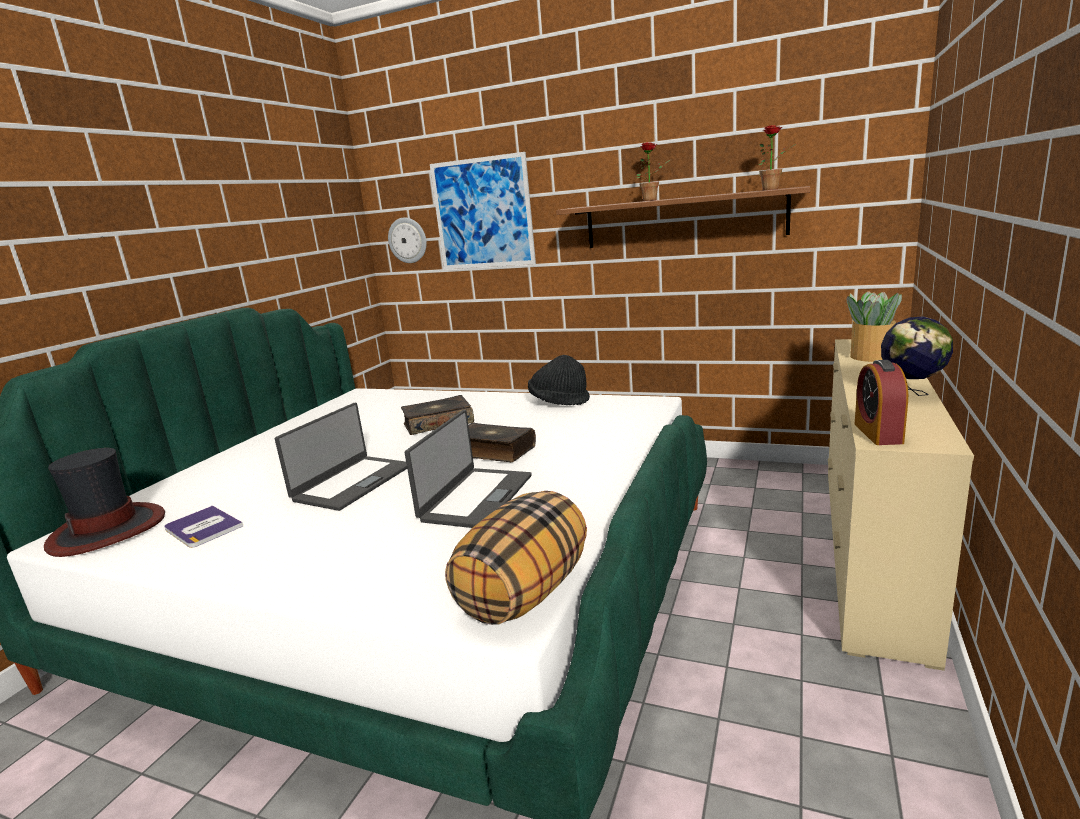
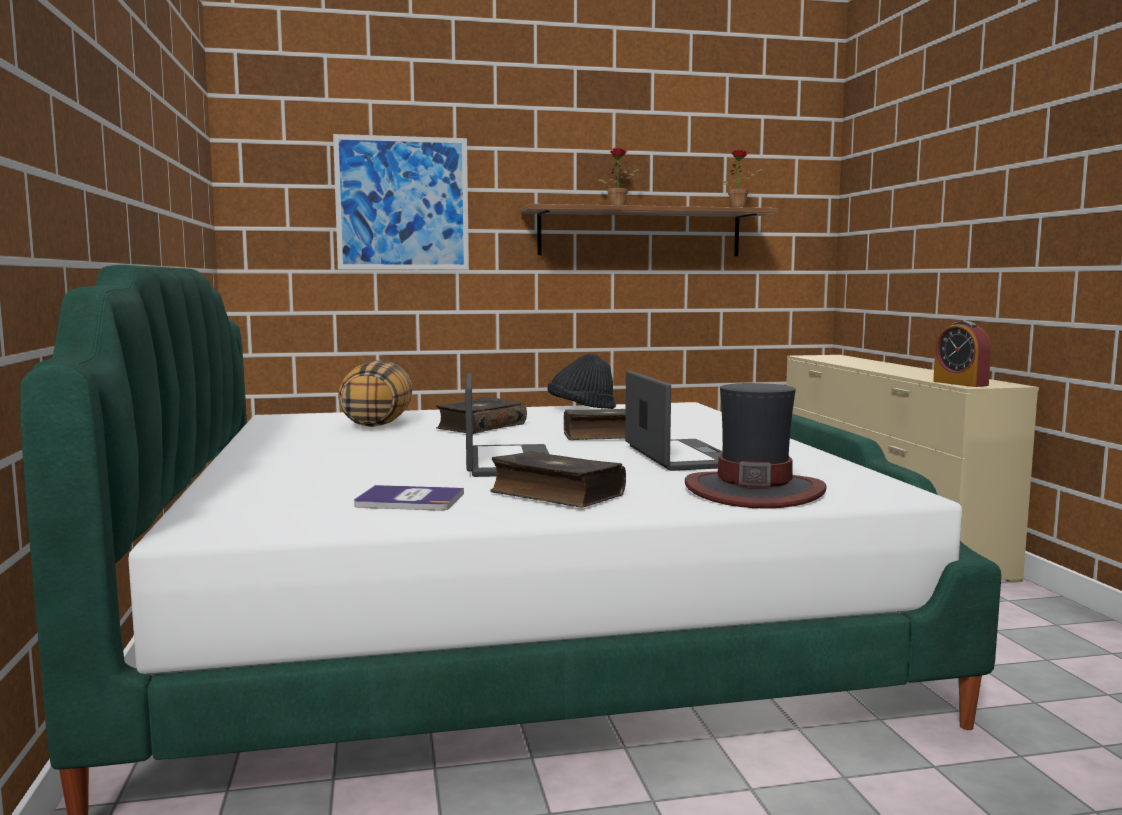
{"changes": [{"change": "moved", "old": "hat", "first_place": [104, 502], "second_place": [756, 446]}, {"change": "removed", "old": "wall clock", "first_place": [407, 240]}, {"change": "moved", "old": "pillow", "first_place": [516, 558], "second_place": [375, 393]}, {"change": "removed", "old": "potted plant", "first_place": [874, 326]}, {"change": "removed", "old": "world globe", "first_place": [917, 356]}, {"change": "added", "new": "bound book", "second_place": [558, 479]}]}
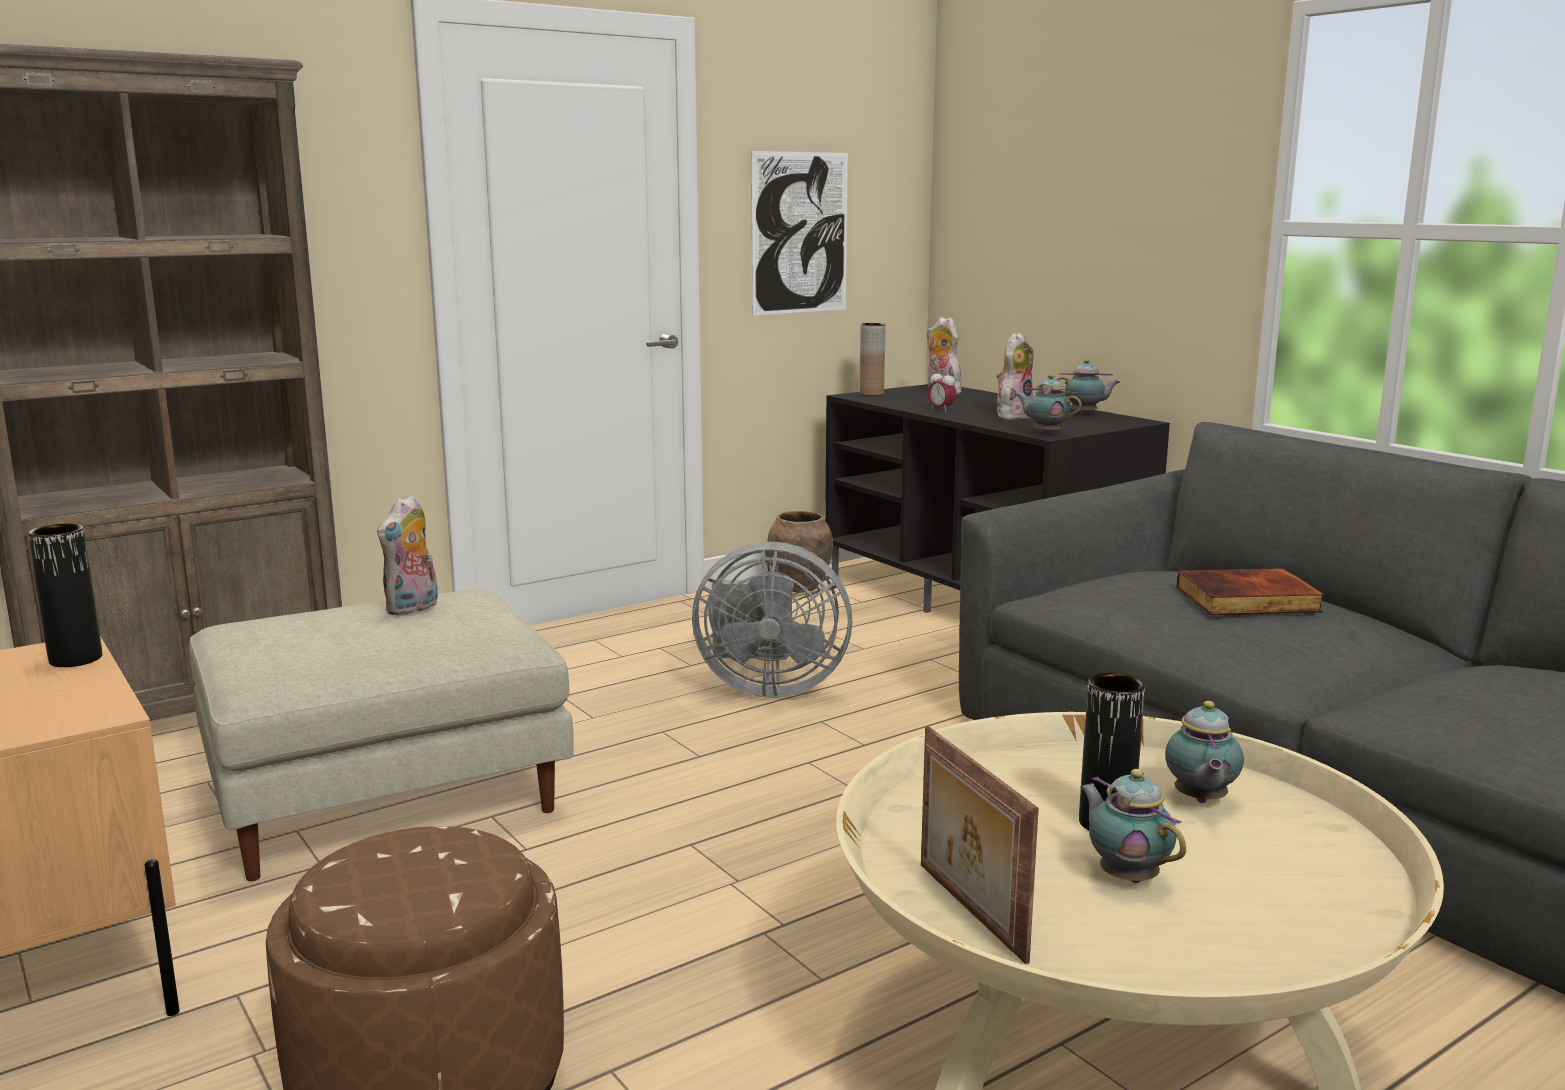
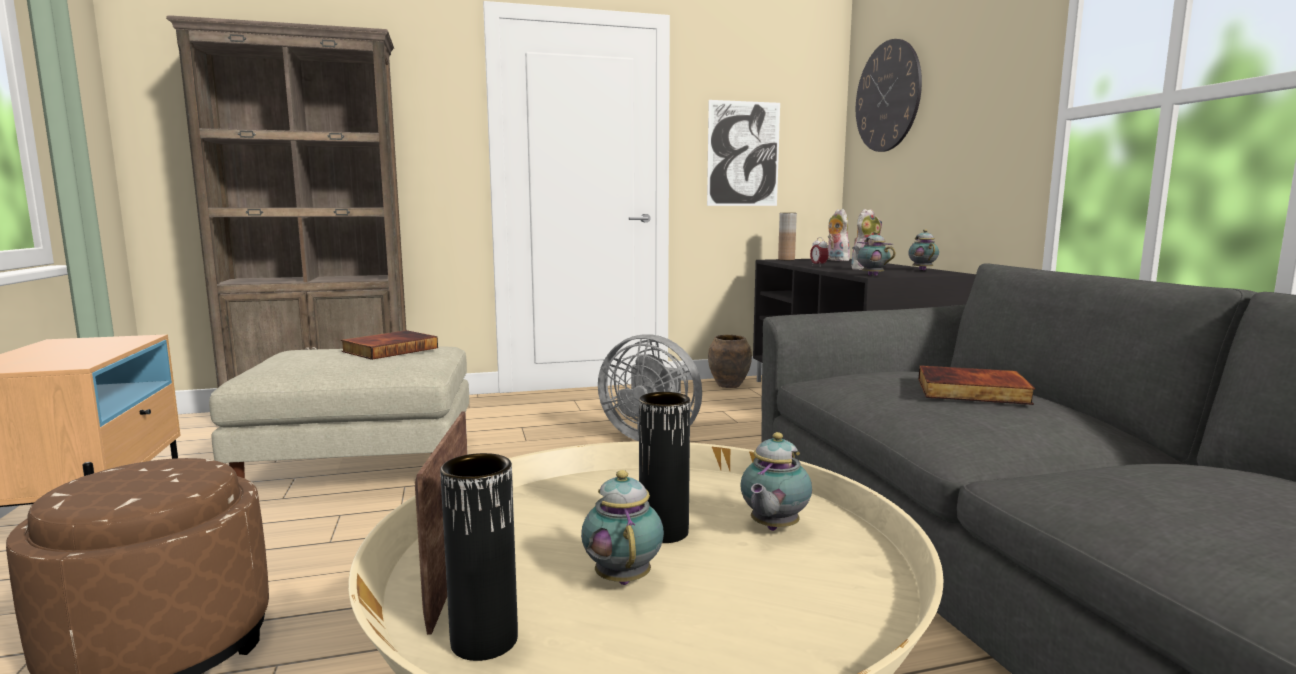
{"changes": [{"change": "moved", "old": "decorative vase in black", "first_place": [65, 595], "second_place": [479, 557]}, {"change": "replaced", "old": "cuddly toy", "new": "bound book", "first_place": [407, 555], "second_place": [389, 345]}, {"change": "turned", "old": "pot for tea", "first_place": [1088, 386], "second_place": [923, 250], "degrees": -120}, {"change": "added", "new": "wall clock", "second_place": [889, 95]}]}
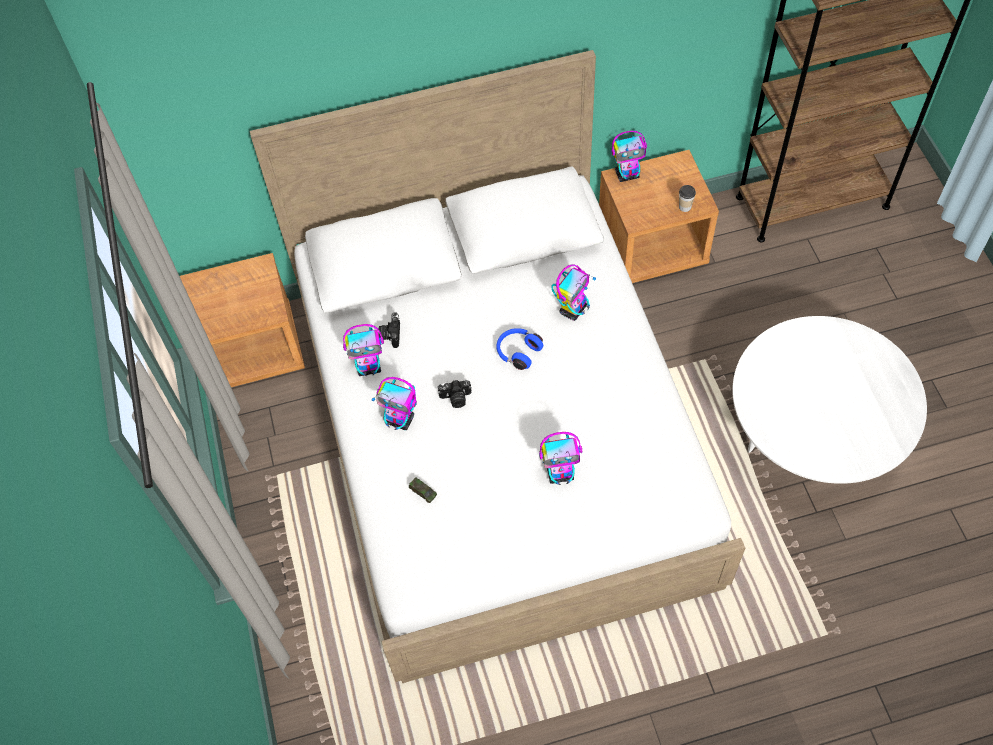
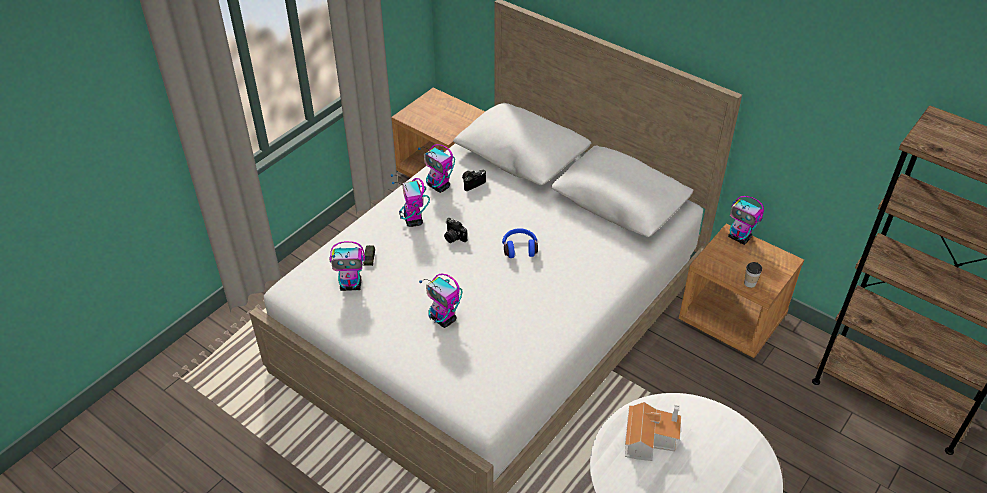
{"changes": [{"change": "moved", "old": "robot figure", "first_place": [573, 292], "second_place": [348, 266]}, {"change": "added", "new": "model house", "second_place": [653, 431]}]}
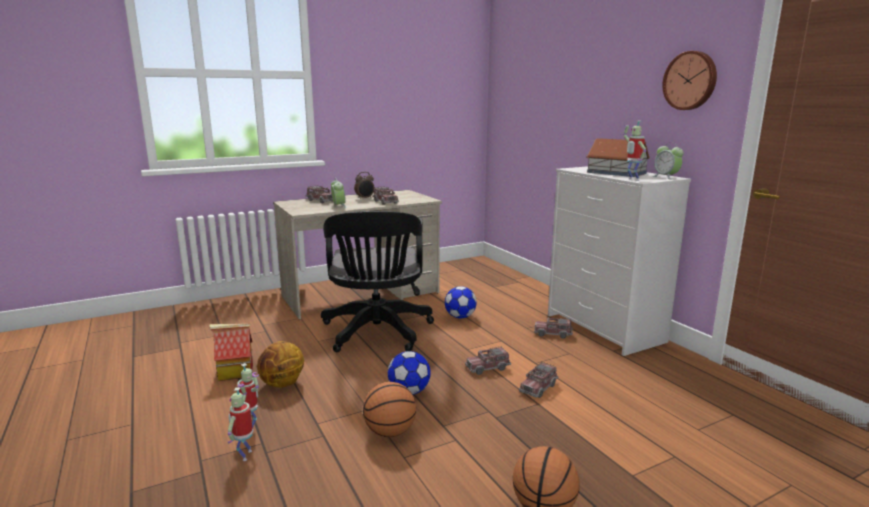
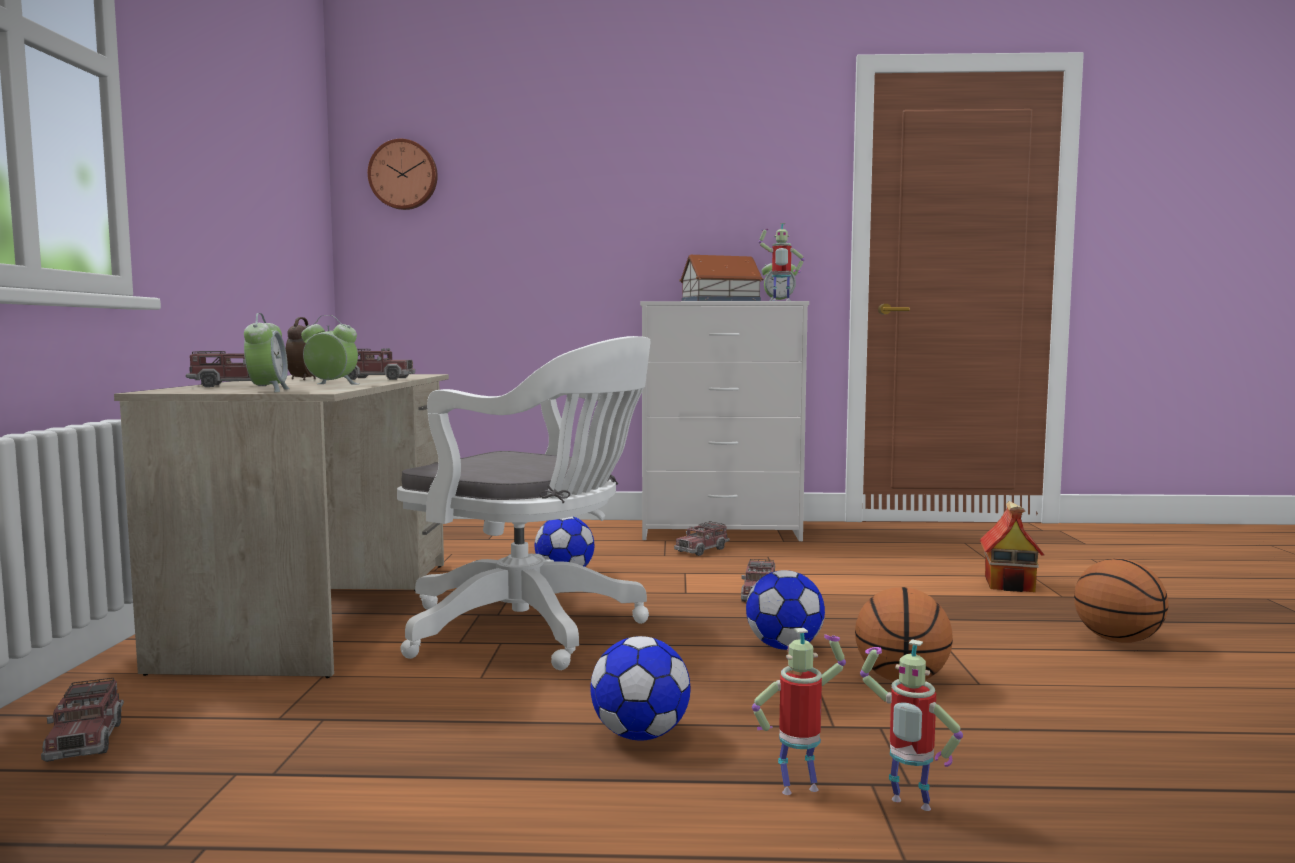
{"changes": [{"change": "moved", "old": "model house", "first_place": [231, 352], "second_place": [1012, 546]}, {"change": "replaced", "old": "basketball ball", "new": "football ball", "first_place": [280, 364], "second_place": [640, 688]}, {"change": "recoloured", "old": "desk chair in black", "new": "desk chair in whitish", "first_place": [377, 281], "second_place": [523, 503]}, {"change": "moved", "old": "model truck", "first_place": [538, 380], "second_place": [82, 720]}, {"change": "moved", "old": "wall clock", "first_place": [689, 80], "second_place": [403, 174]}, {"change": "added", "new": "table clock", "second_place": [267, 352]}]}
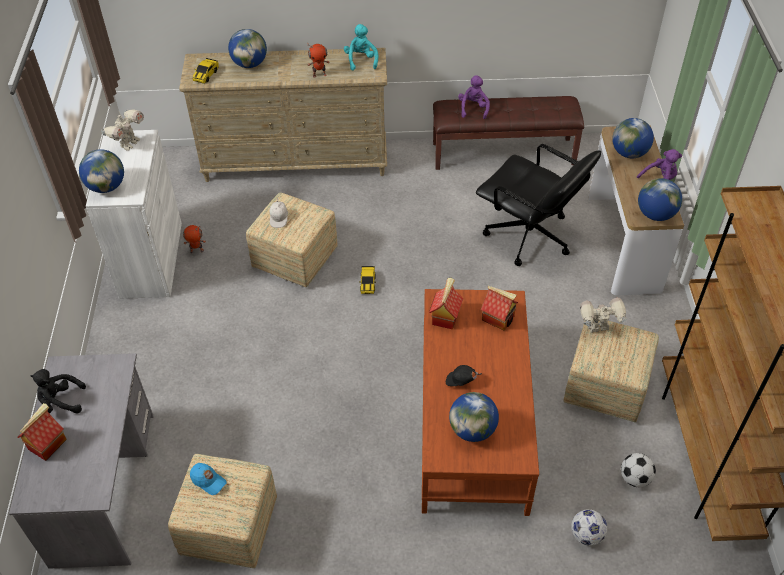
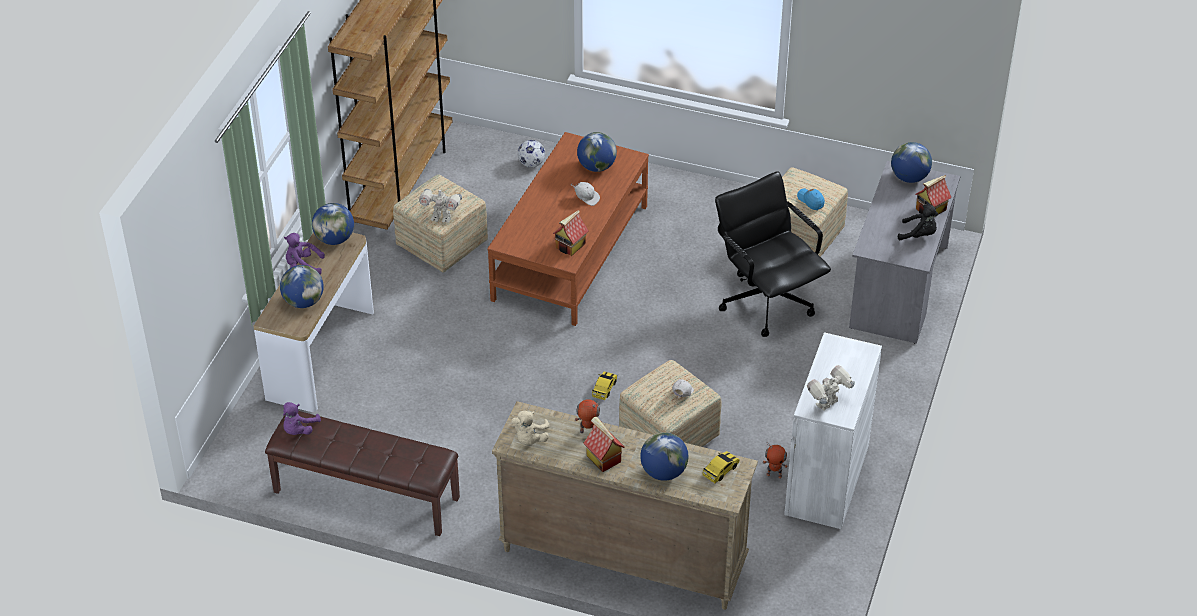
{"changes": [{"change": "moved", "old": "world globe", "first_place": [101, 171], "second_place": [911, 162]}, {"change": "recoloured", "old": "cuddly toy in blue-green", "new": "cuddly toy in beige", "first_place": [361, 47], "second_place": [530, 428]}, {"change": "recoloured", "old": "peaked cap in black", "new": "peaked cap in whitish", "first_place": [464, 375], "second_place": [585, 194]}, {"change": "moved", "old": "cuddly toy in purple", "first_place": [474, 97], "second_place": [302, 418]}, {"change": "moved", "old": "desk chair in black", "first_place": [538, 205], "second_place": [773, 254]}, {"change": "moved", "old": "model house", "first_place": [499, 308], "second_place": [604, 444]}, {"change": "removed", "old": "football ball", "first_place": [638, 470]}]}
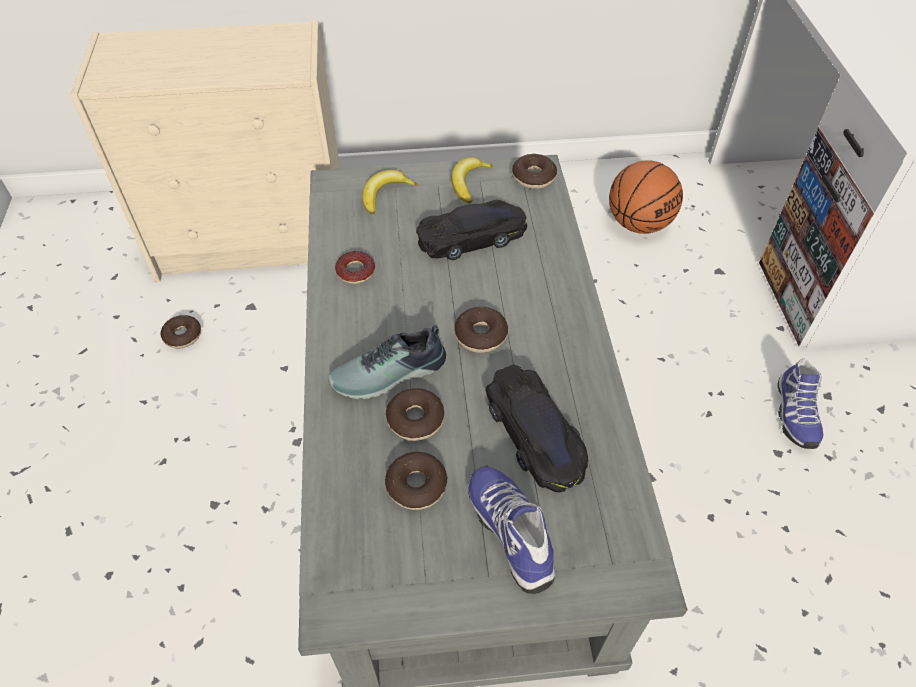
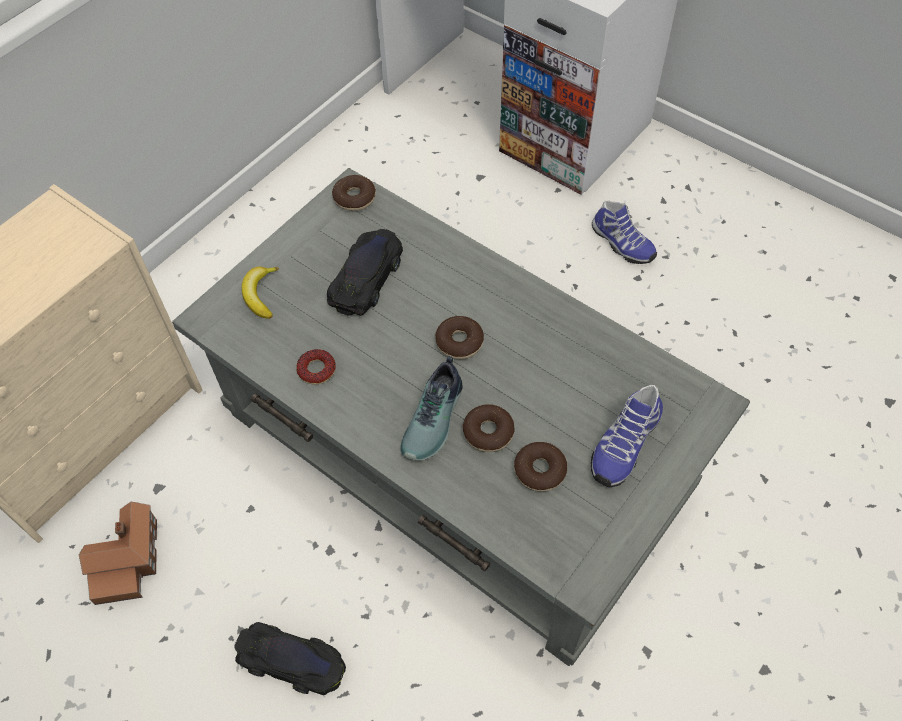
{"changes": [{"change": "replaced", "old": "doughnut", "new": "model house", "first_place": [180, 331], "second_place": [118, 553]}, {"change": "removed", "old": "whole banana", "first_place": [472, 180]}, {"change": "turned", "old": "low shoe", "first_place": [511, 529], "second_place": [627, 436], "degrees": -75}, {"change": "moved", "old": "toy car in black", "first_place": [536, 428], "second_place": [290, 658]}, {"change": "removed", "old": "basketball ball", "first_place": [646, 197]}]}
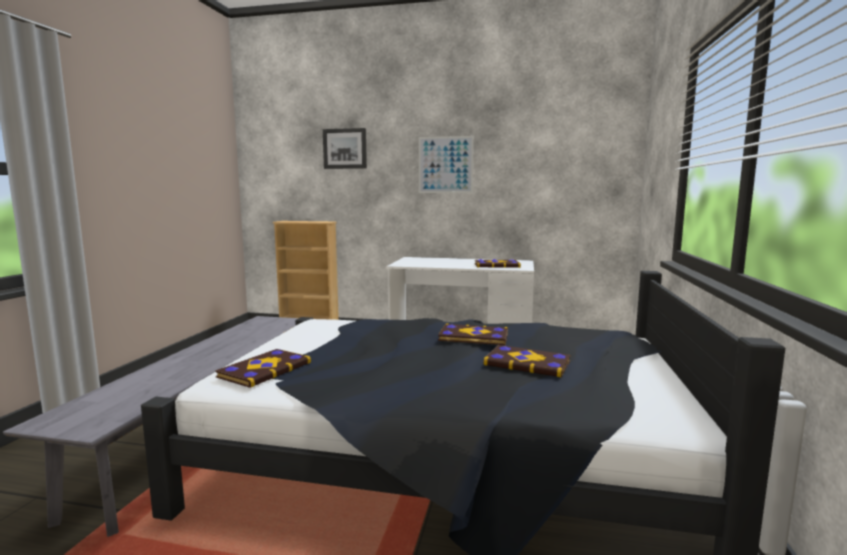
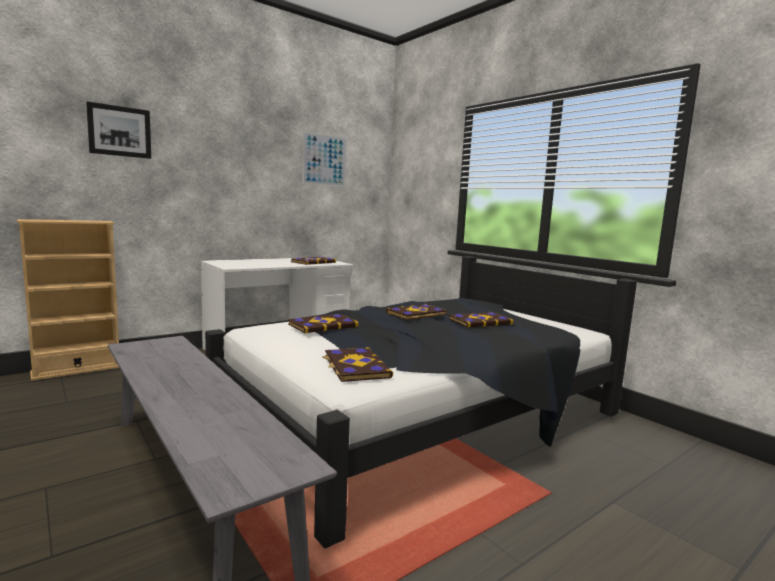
{"changes": [{"change": "moved", "old": "picture", "first_place": [446, 164], "second_place": [324, 159]}, {"change": "added", "new": "bound book", "second_place": [323, 323]}]}
